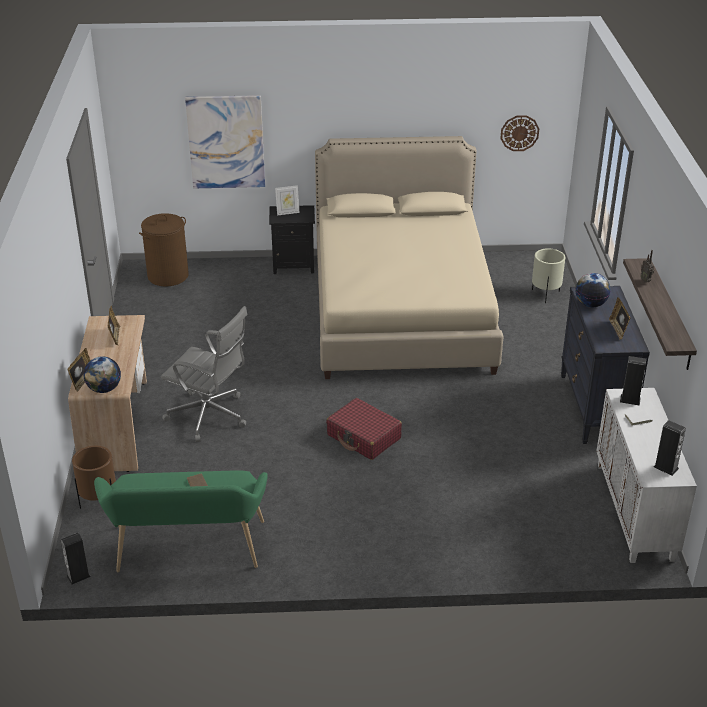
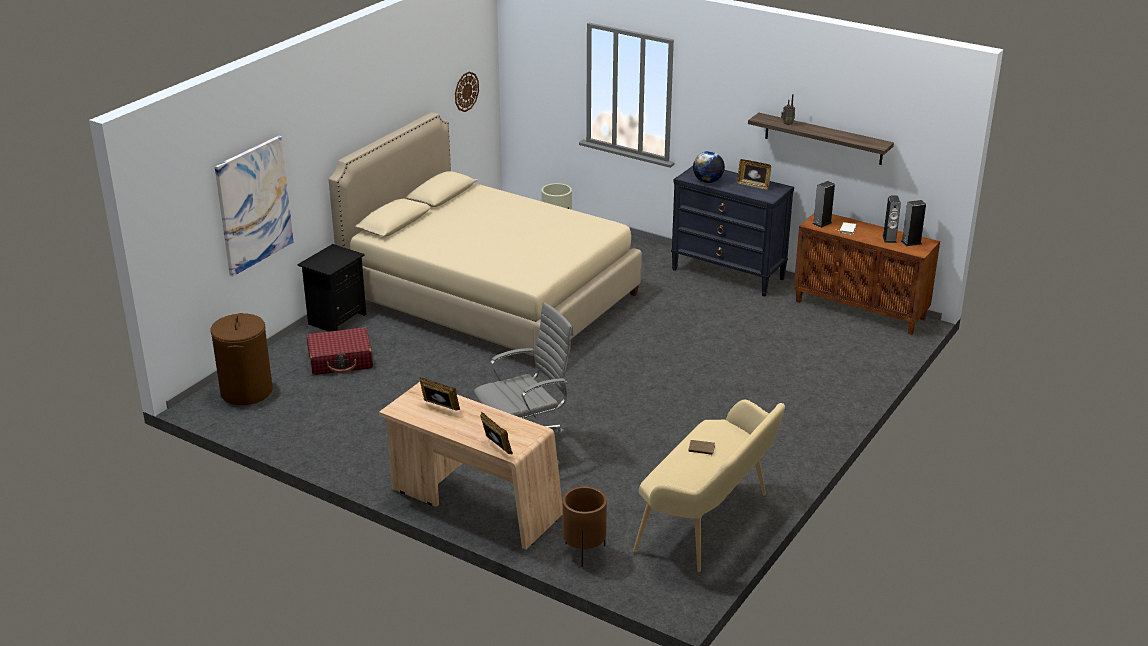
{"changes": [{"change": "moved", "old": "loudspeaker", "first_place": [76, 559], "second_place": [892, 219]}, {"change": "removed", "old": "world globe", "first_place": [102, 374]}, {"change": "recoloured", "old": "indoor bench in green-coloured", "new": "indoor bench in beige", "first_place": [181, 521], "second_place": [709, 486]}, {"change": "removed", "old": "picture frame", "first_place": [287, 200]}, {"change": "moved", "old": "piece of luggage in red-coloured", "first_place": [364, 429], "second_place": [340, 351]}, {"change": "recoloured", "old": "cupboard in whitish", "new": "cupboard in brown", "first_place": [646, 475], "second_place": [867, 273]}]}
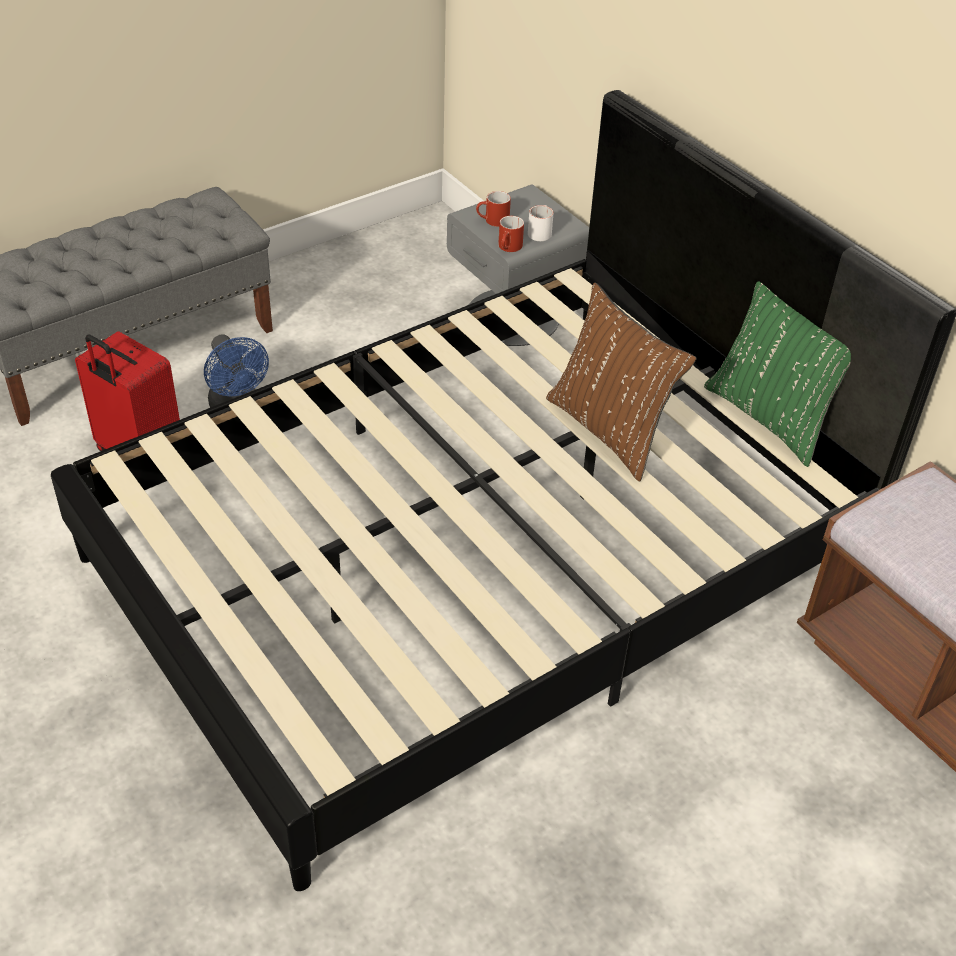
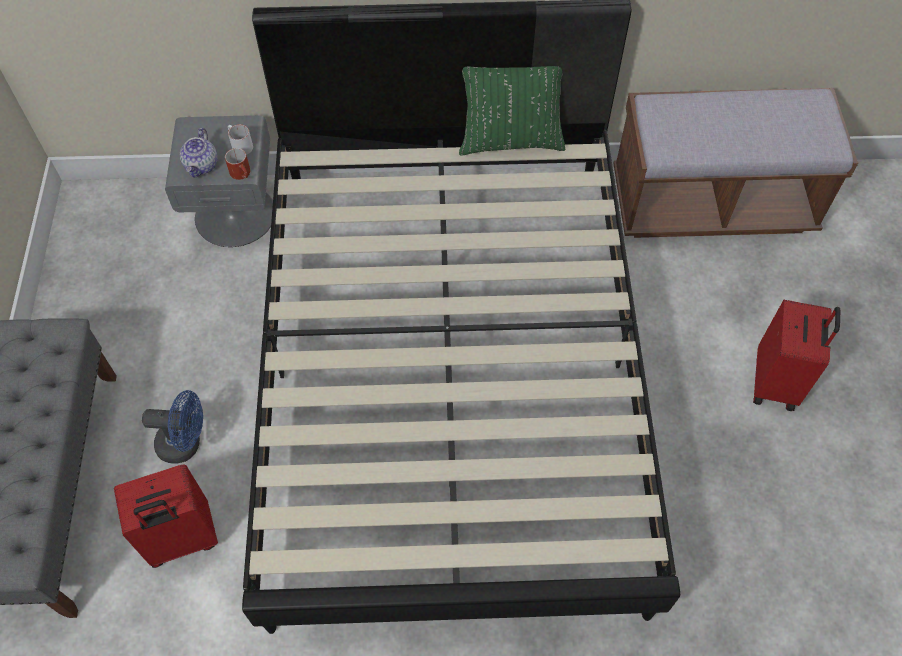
{"changes": [{"change": "replaced", "old": "coffee mug in red-coloured", "new": "pot for tea", "first_place": [493, 209], "second_place": [199, 153]}, {"change": "removed", "old": "pillow in brown", "first_place": [621, 382]}, {"change": "added", "new": "piece of luggage in red-coloured", "second_place": [796, 355]}]}
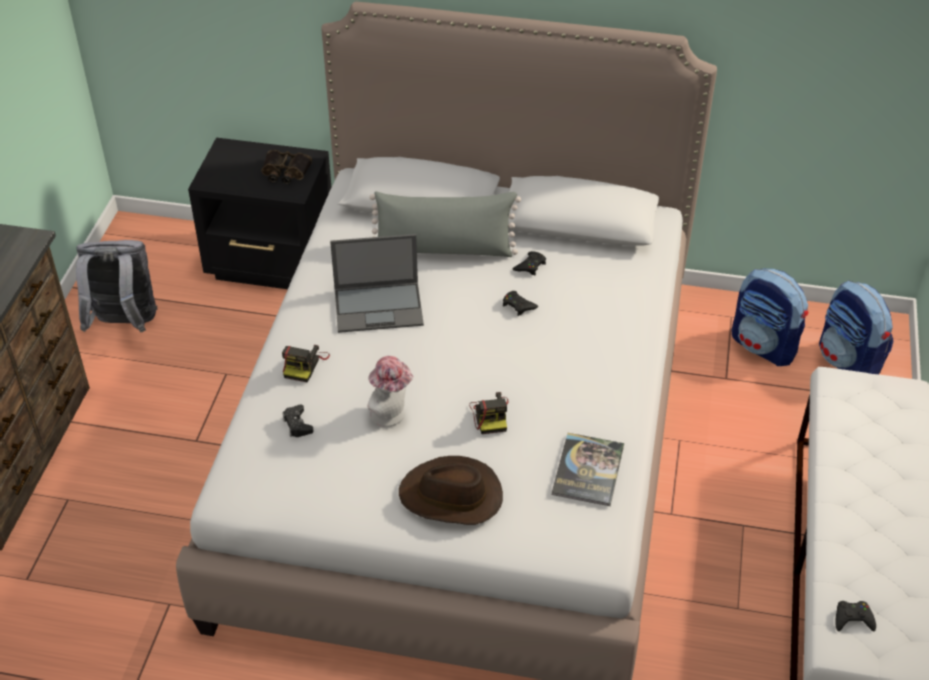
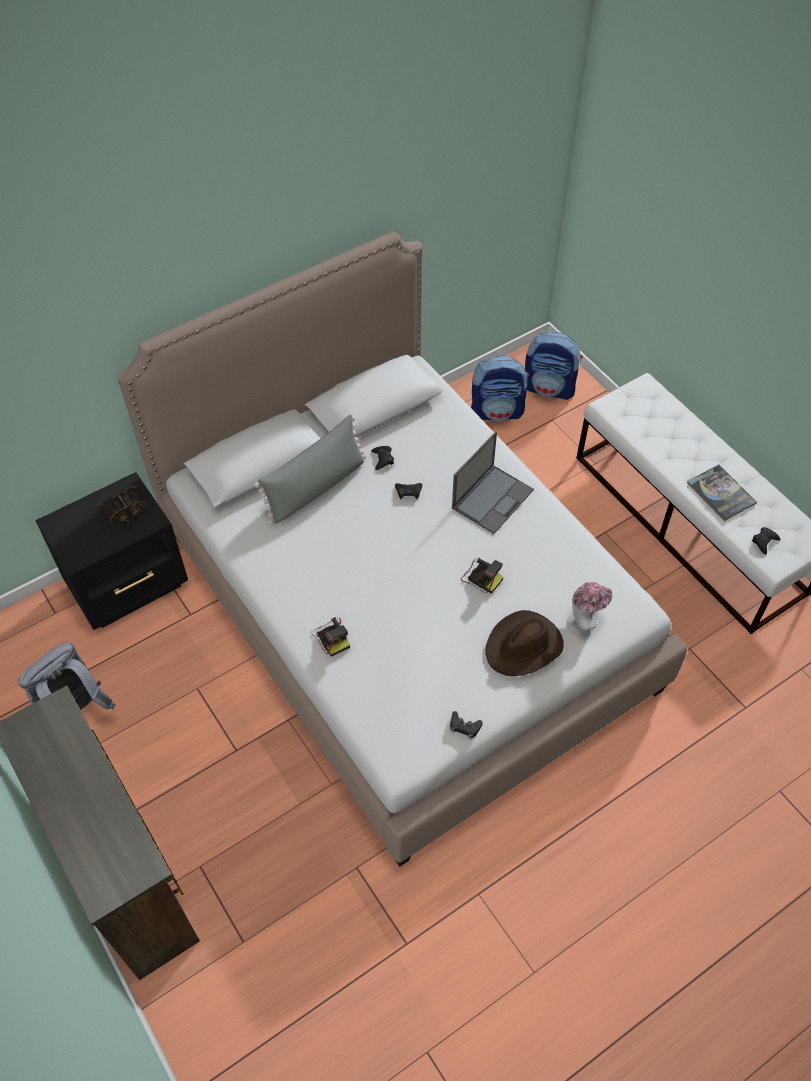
{"changes": [{"change": "moved", "old": "joypad in black", "first_place": [298, 420], "second_place": [466, 725]}, {"change": "moved", "old": "portable computer", "first_place": [377, 283], "second_place": [493, 483]}, {"change": "moved", "old": "hat", "first_place": [390, 391], "second_place": [590, 609]}, {"change": "moved", "old": "bound book", "first_place": [588, 469], "second_place": [722, 493]}]}
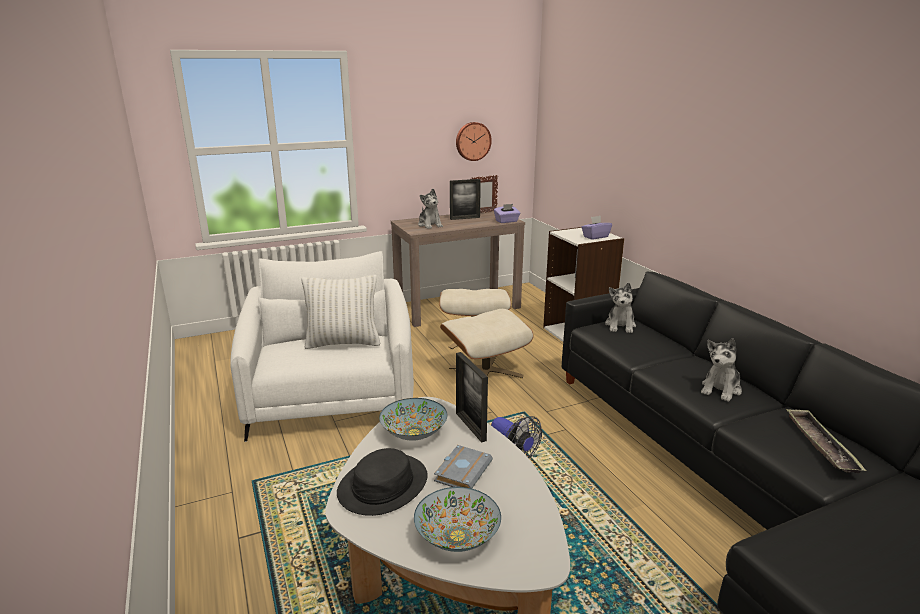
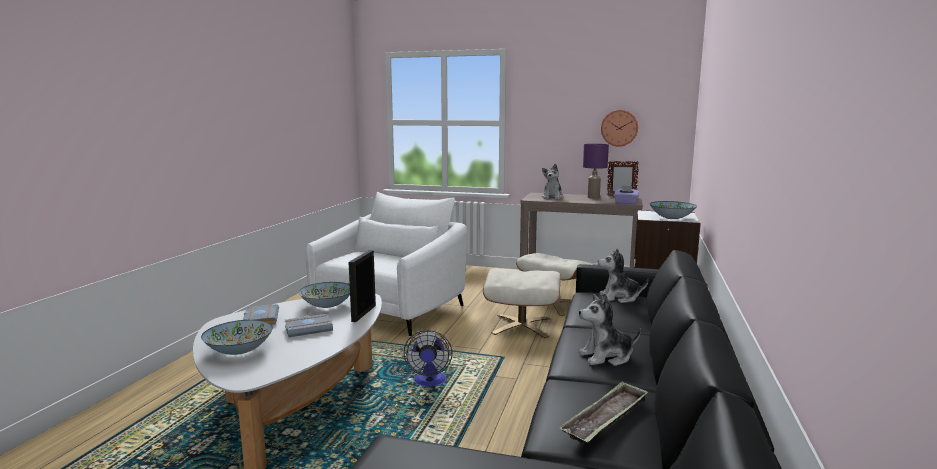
{"changes": [{"change": "removed", "old": "pillow in whitish", "first_place": [341, 312]}, {"change": "replaced", "old": "hat in black", "new": "bound book in gray", "first_place": [382, 482], "second_place": [261, 314]}, {"change": "replaced", "old": "picture frame", "new": "lamp for a table in purple", "first_place": [465, 199], "second_place": [596, 171]}, {"change": "replaced", "old": "tissue holder in purple", "new": "serving bowl", "first_place": [597, 228], "second_place": [673, 210]}, {"change": "turned", "old": "cuddly toy", "first_place": [620, 308], "second_place": [623, 275], "degrees": 45}]}
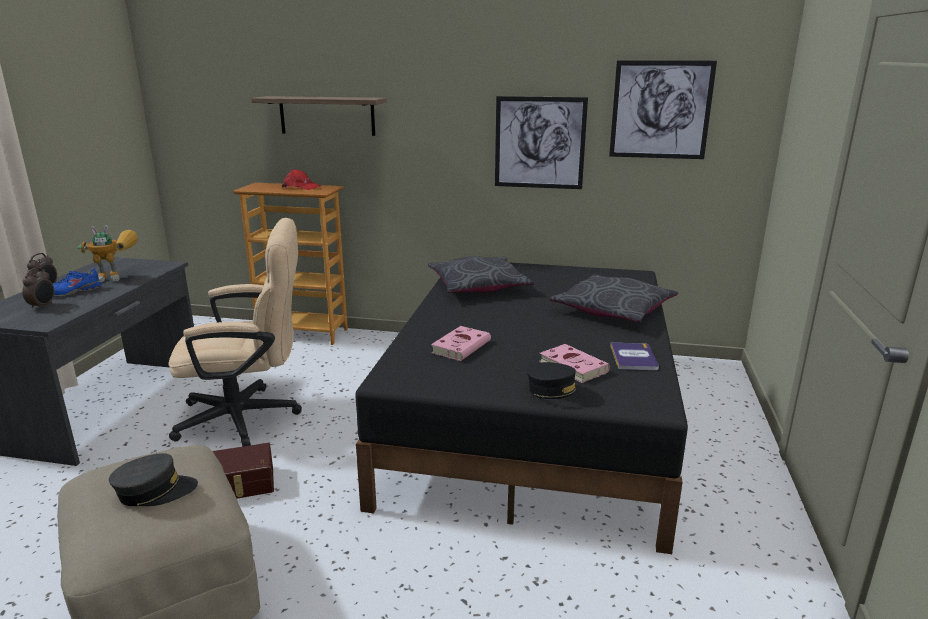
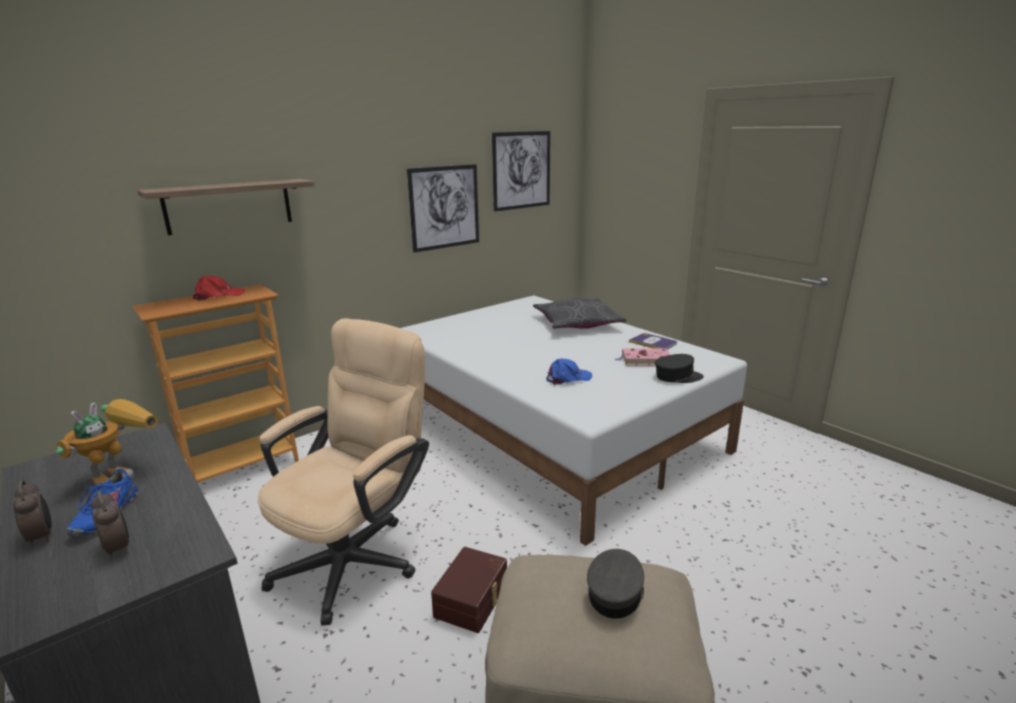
{"changes": [{"change": "recoloured", "old": "bed in black", "new": "bed in whitish", "first_place": [521, 406], "second_place": [573, 421]}, {"change": "removed", "old": "pillow in gray", "first_place": [481, 274]}, {"change": "replaced", "old": "bound book in pink", "new": "peaked cap in blue", "first_place": [461, 343], "second_place": [570, 372]}]}
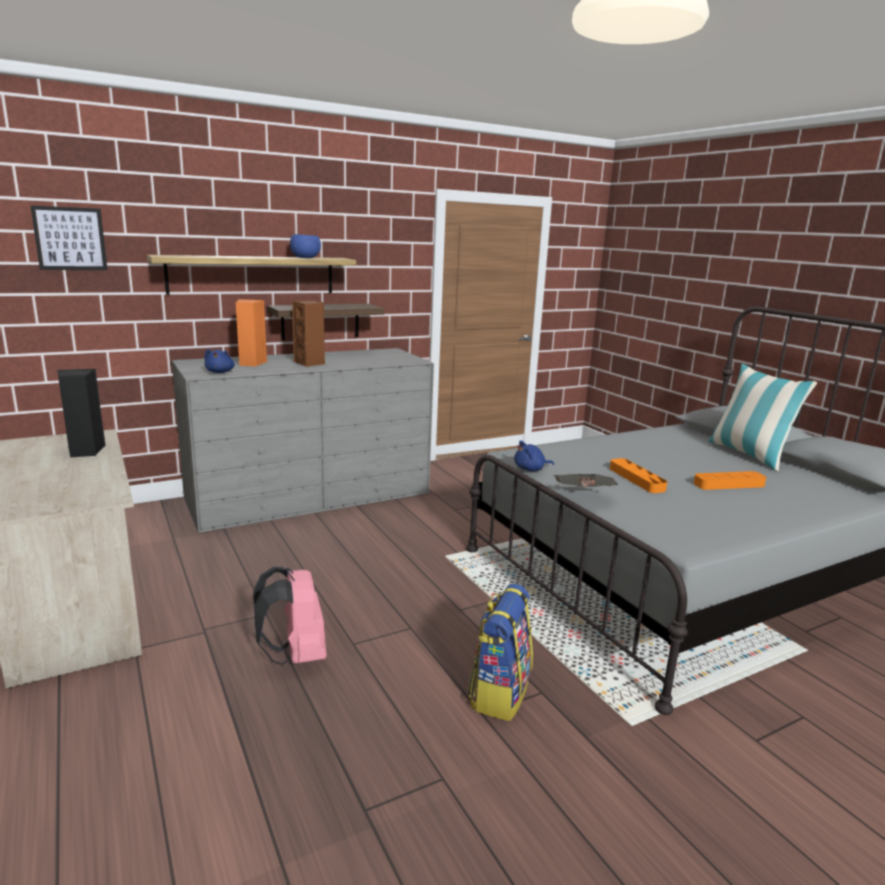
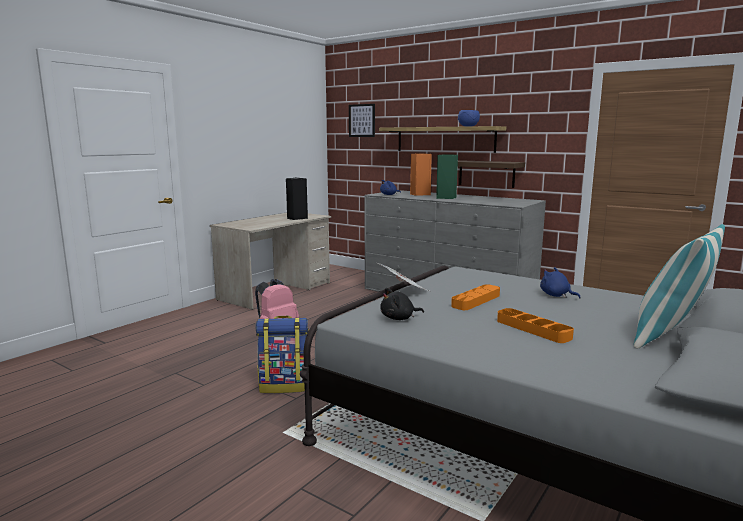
{"changes": [{"change": "recoloured", "old": "loudspeaker in brown", "new": "loudspeaker in green-coloured", "first_place": [308, 334], "second_place": [447, 176]}, {"change": "moved", "old": "cuddly toy in blue", "first_place": [534, 455], "second_place": [560, 282]}, {"change": "added", "new": "cuddly toy in black", "second_place": [402, 304]}]}
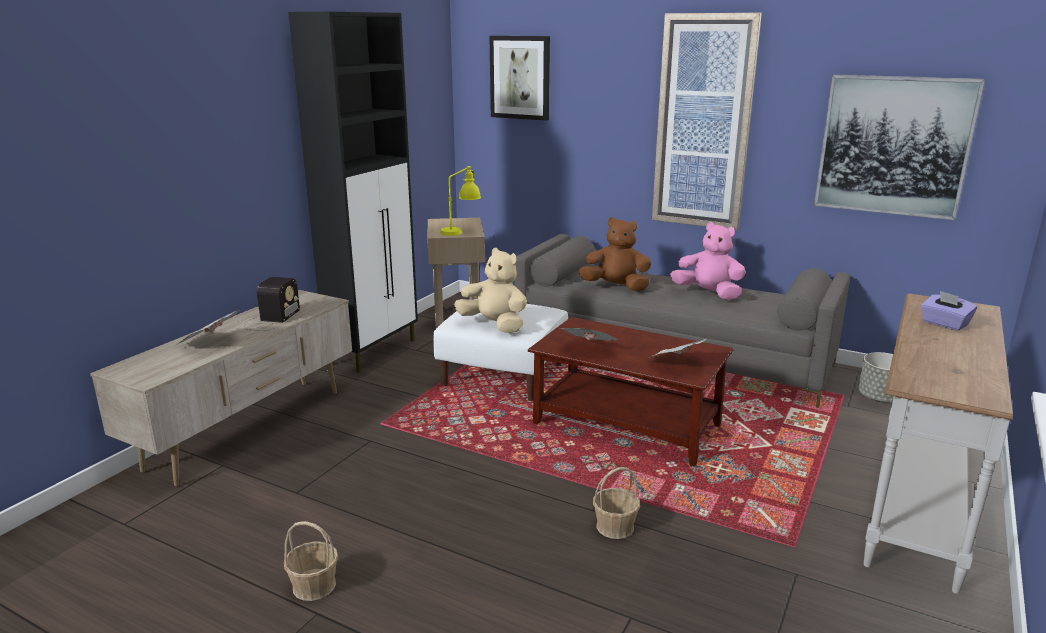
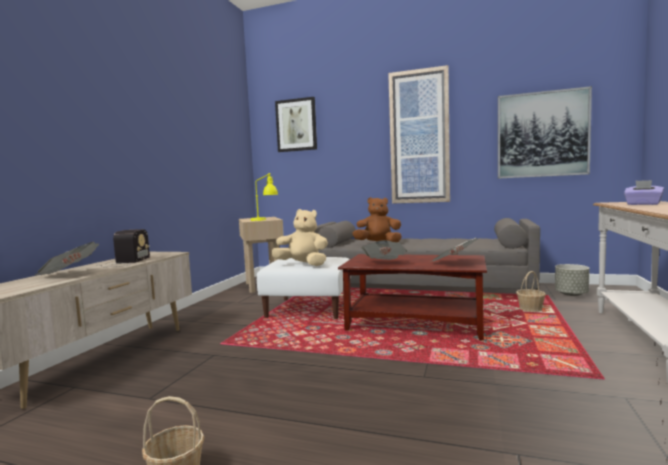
{"changes": [{"change": "removed", "old": "cupboard in black", "first_place": [353, 192]}, {"change": "moved", "old": "storage basket", "first_place": [616, 503], "second_place": [531, 291]}, {"change": "removed", "old": "cuddly toy in pink", "first_place": [708, 261]}]}
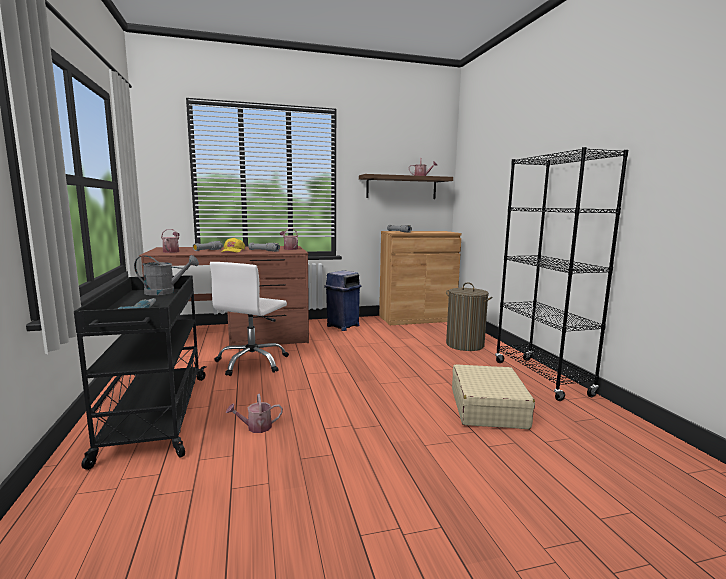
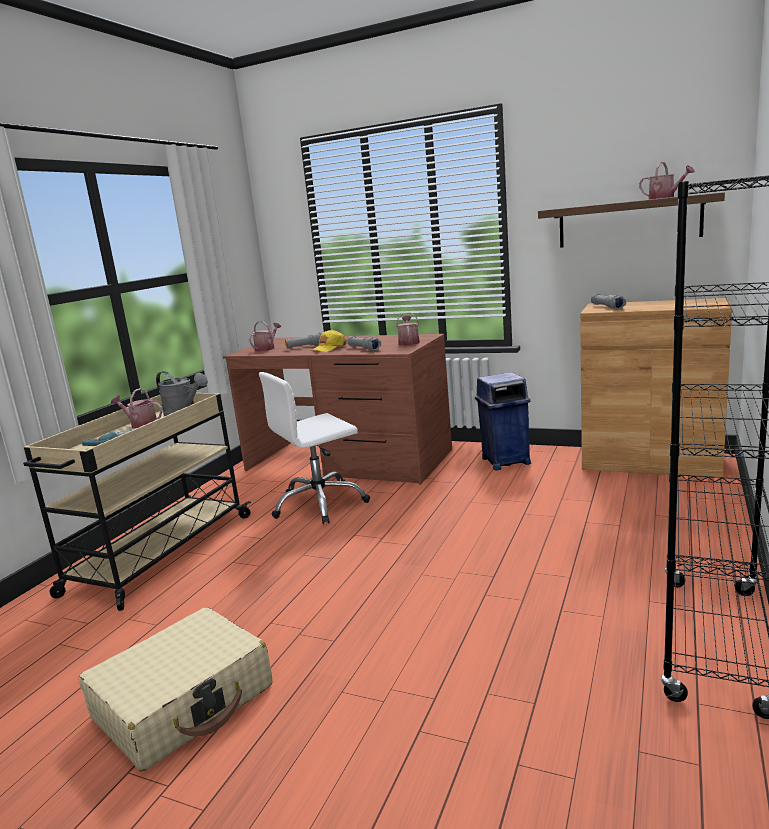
{"changes": [{"change": "recoloured", "old": "wheeled cart in black", "new": "wheeled cart in beige", "first_place": [140, 372], "second_place": [137, 502]}, {"change": "moved", "old": "watering pot", "first_place": [254, 413], "second_place": [137, 408]}, {"change": "removed", "old": "hamper", "first_place": [469, 316]}, {"change": "moved", "old": "piece of luggage in beige", "first_place": [493, 396], "second_place": [176, 689]}]}
